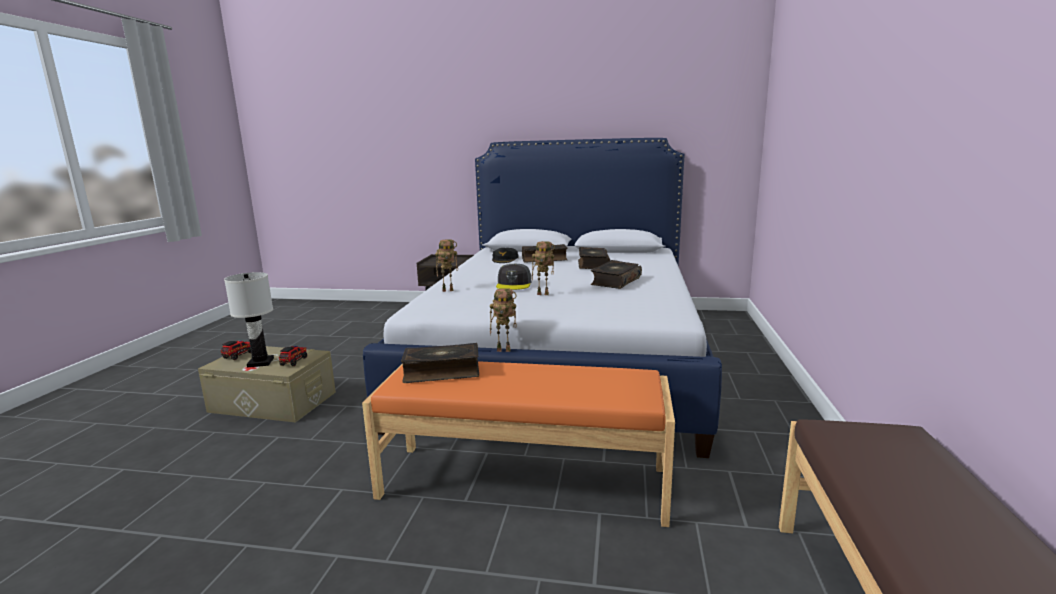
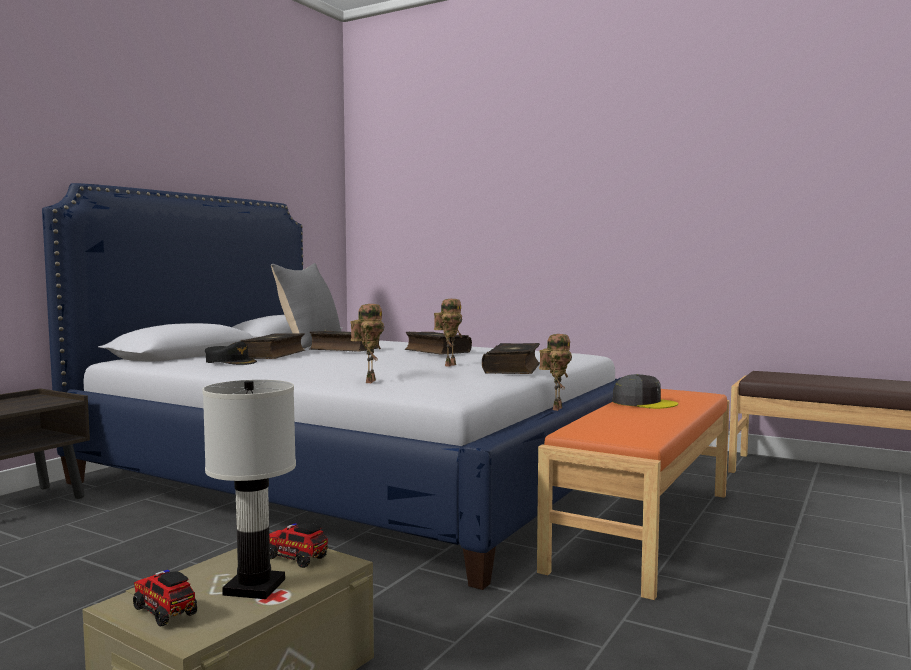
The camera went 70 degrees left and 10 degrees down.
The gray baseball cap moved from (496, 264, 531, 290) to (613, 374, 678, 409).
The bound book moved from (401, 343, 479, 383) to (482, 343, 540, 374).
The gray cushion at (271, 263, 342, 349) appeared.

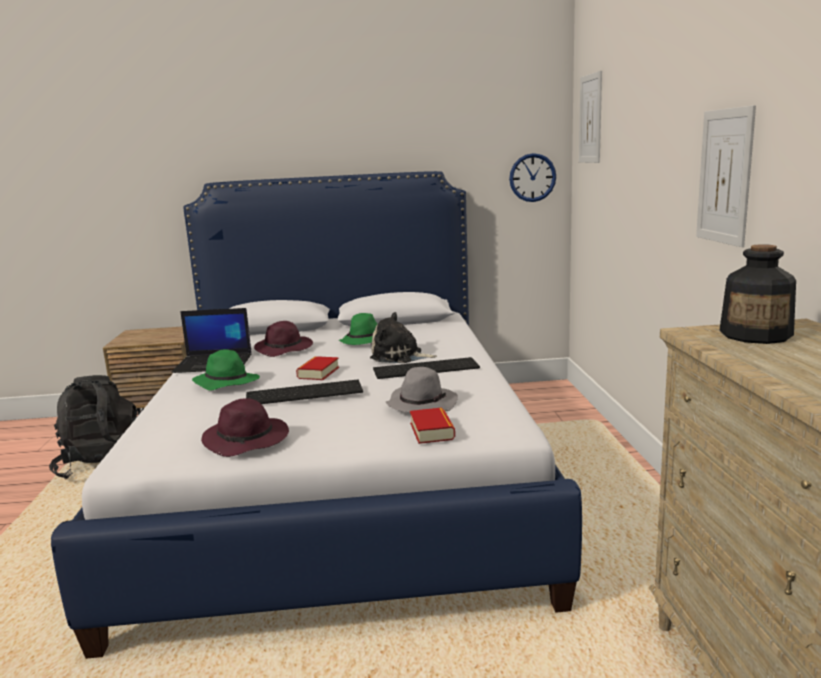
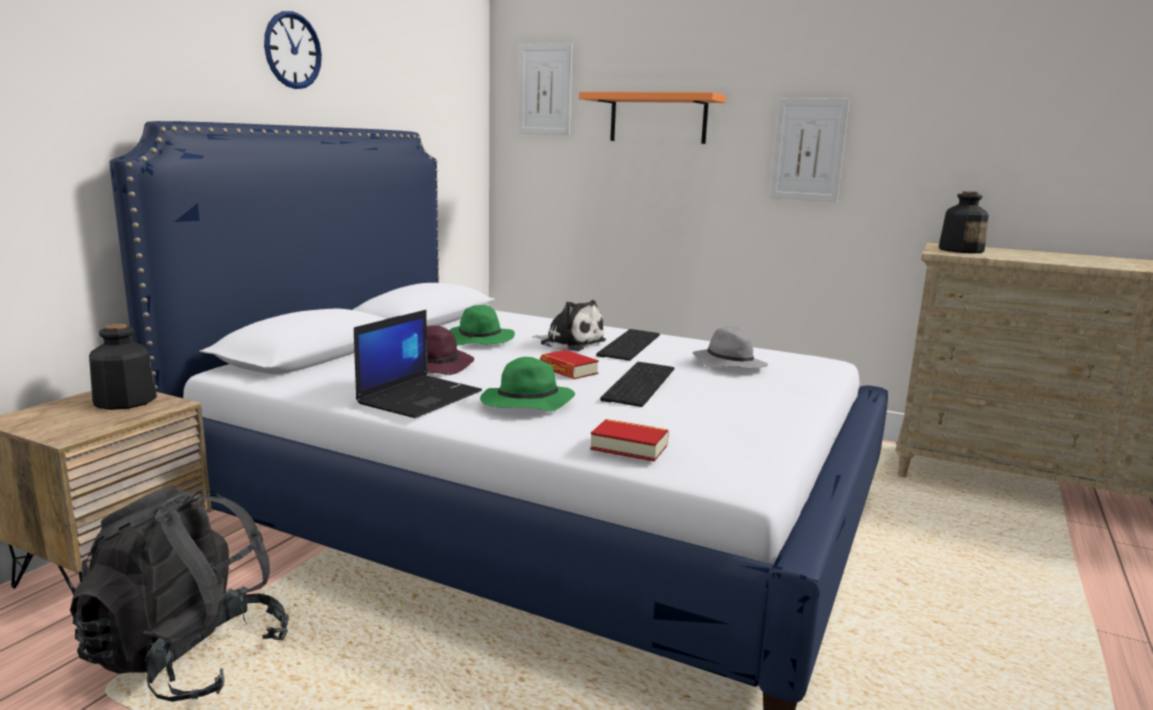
The camera went 60 degrees left and 0 degrees up.
The wall clock moved from (509, 153, 556, 202) to (264, 11, 322, 89).
The plush toy at (370, 312, 437, 363) turned 105 degrees counterclockwise.
The purple-coloured wearable hat at (201, 398, 289, 457) disappeared.
The bound book moved from (410, 408, 455, 444) to (590, 419, 669, 462).
The orangey shelf at (579, 92, 726, 144) appeared.
The drink bottle at (89, 324, 157, 410) appeared.

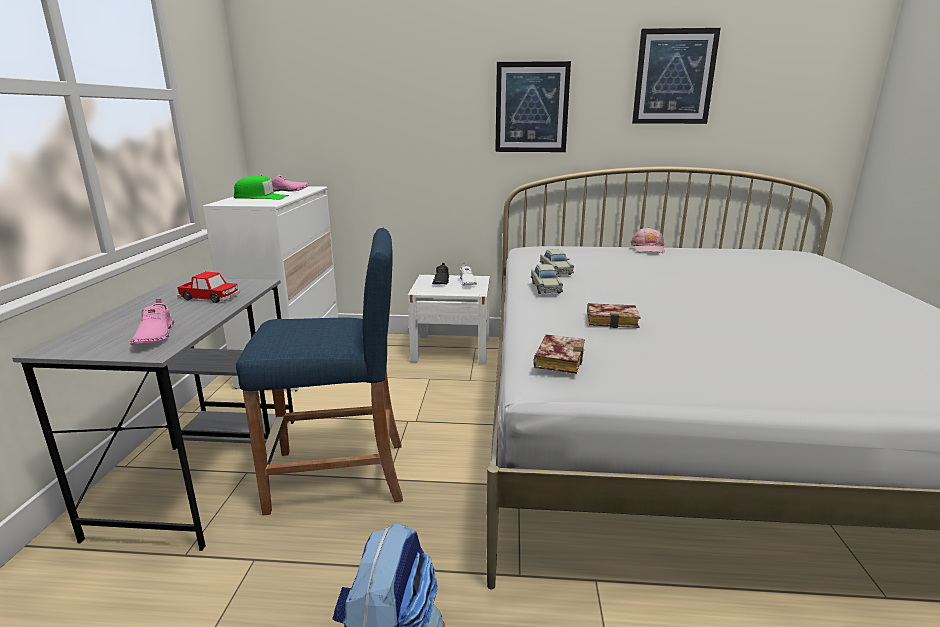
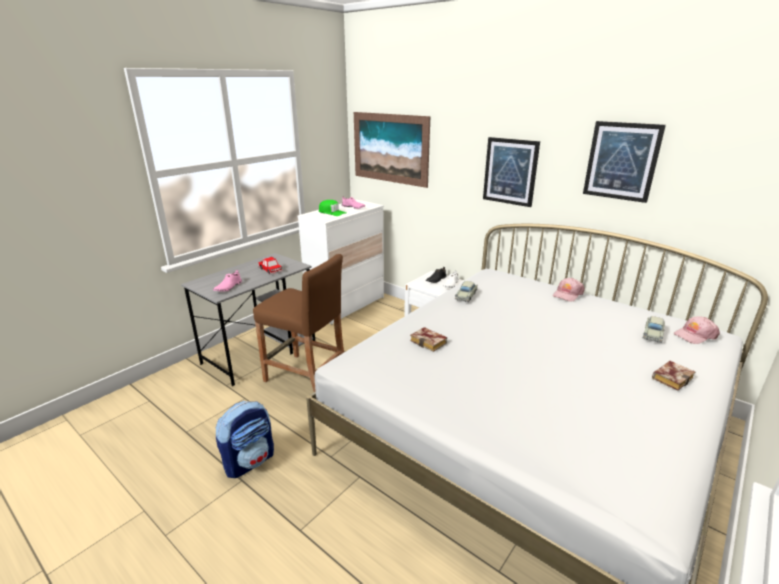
The camera went 35 degrees right and 5 degrees up.
The blue-coloured stool at (236, 228, 403, 515) became the brown-coloured stool at (253, 254, 344, 392).
The beige toy car moved from (531, 264, 563, 294) to (642, 316, 665, 343).
The bound book moved from (533, 334, 585, 374) to (652, 361, 695, 391).
The wall art at (354, 112, 430, 188) appeared.
The pinkish baseball cap at (674, 316, 720, 344) appeared.

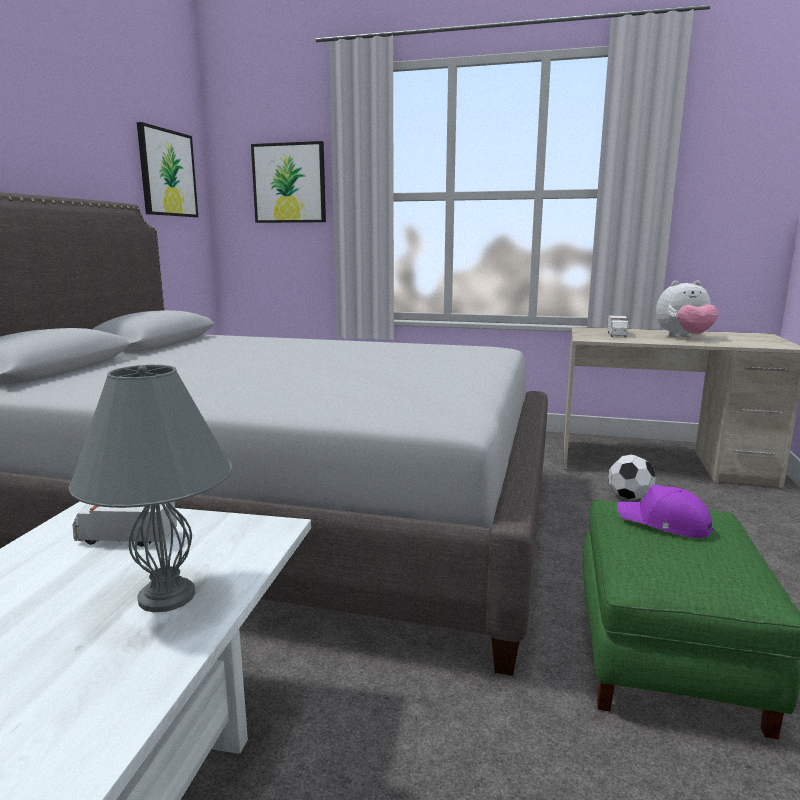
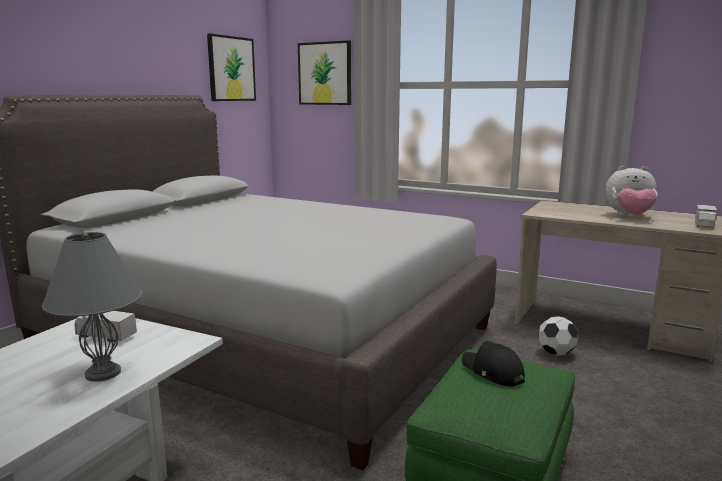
The camera went 15 degrees right and 0 degrees up.
The toy truck moved from (607, 315, 629, 337) to (695, 204, 717, 229).
The purple-coloured baseball cap at (617, 485, 714, 538) became the blackish baseball cap at (462, 341, 525, 386).

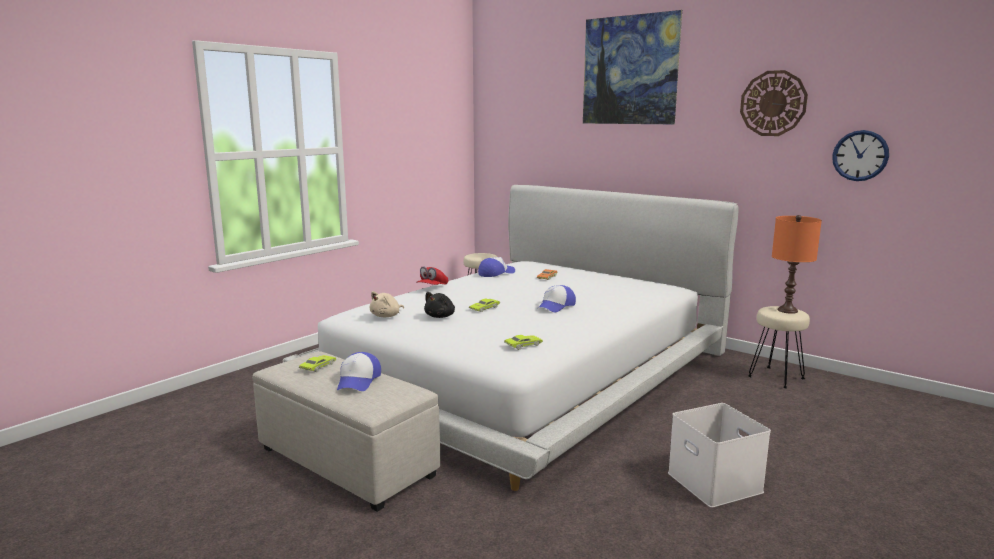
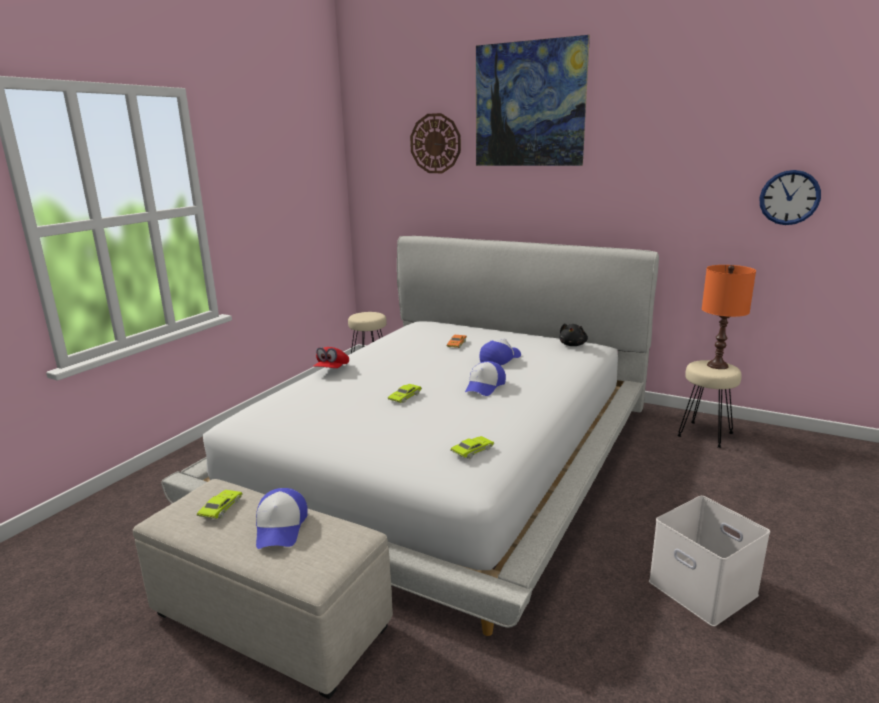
The camera went 10 degrees left and 5 degrees up.
The wall clock moved from (740, 70, 808, 136) to (410, 113, 461, 173).
The baseball cap moved from (478, 257, 515, 277) to (479, 339, 521, 366).
The beige plush toy at (370, 291, 404, 317) disappeared.
The blackish plush toy moved from (424, 292, 455, 318) to (559, 323, 588, 346).

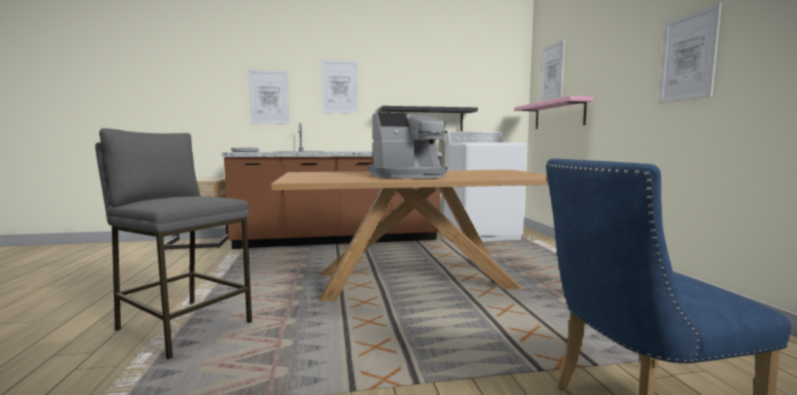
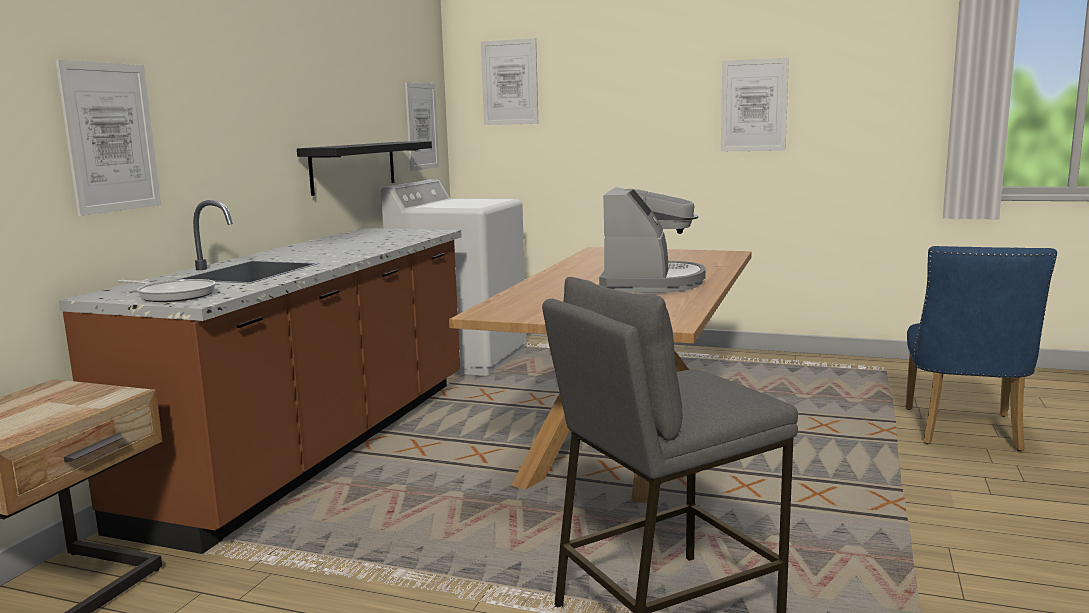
The camera went 60 degrees left and 5 degrees up.
The wall art moved from (321, 60, 359, 114) to (405, 82, 439, 171).
The pinkish shelf at (514, 96, 594, 129) disappeared.

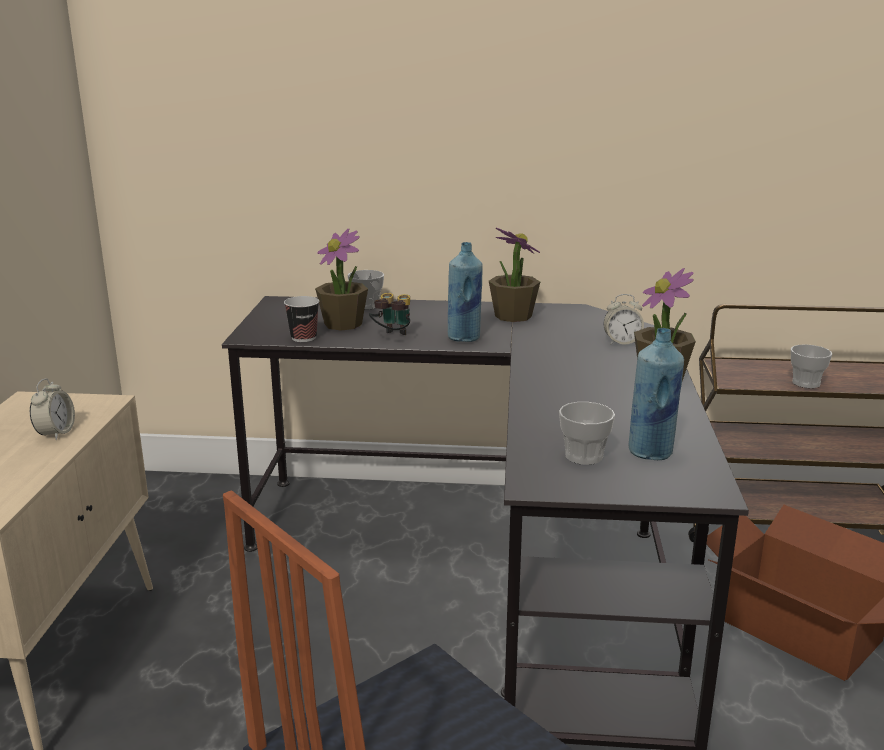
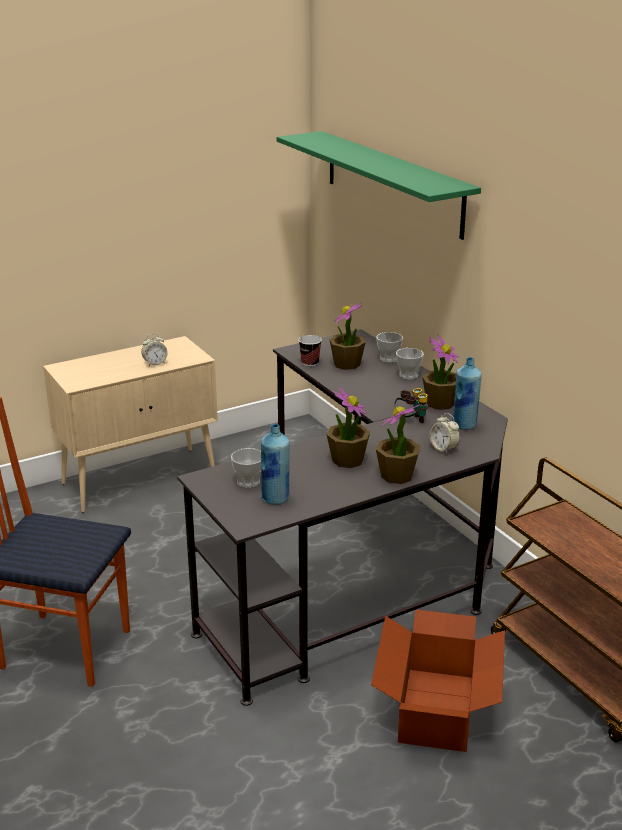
The camera went 55 degrees right and 5 degrees up.
The blue-coloured drink bottle moved from (448, 242, 483, 342) to (452, 357, 482, 430).
The binoculars moved from (369, 293, 410, 335) to (394, 388, 428, 423).
The small cup moved from (791, 344, 832, 388) to (396, 348, 424, 380).
The green-coloured shelf at (277, 131, 481, 240) appeared.
The potted plant at (327, 386, 370, 468) appeared.

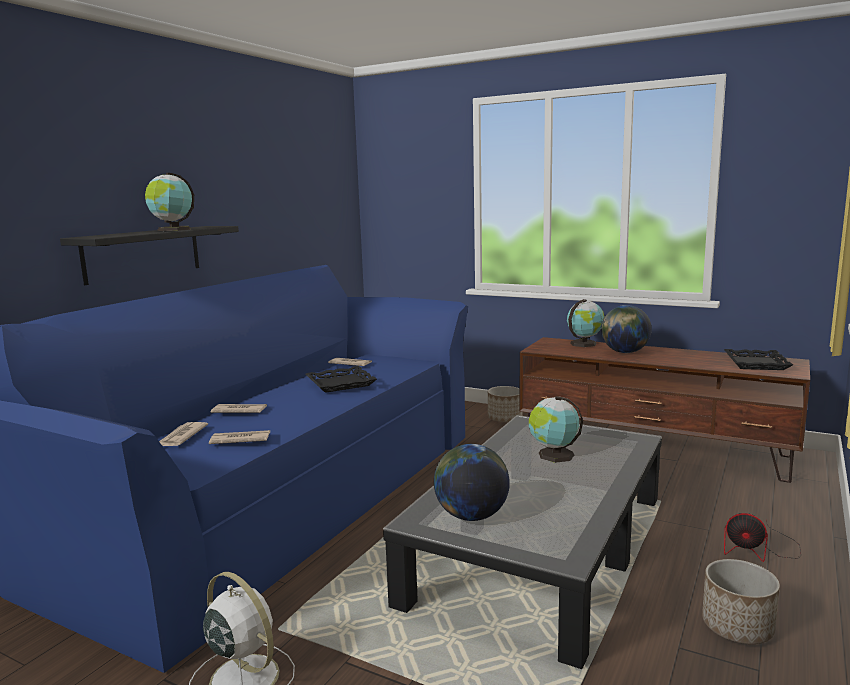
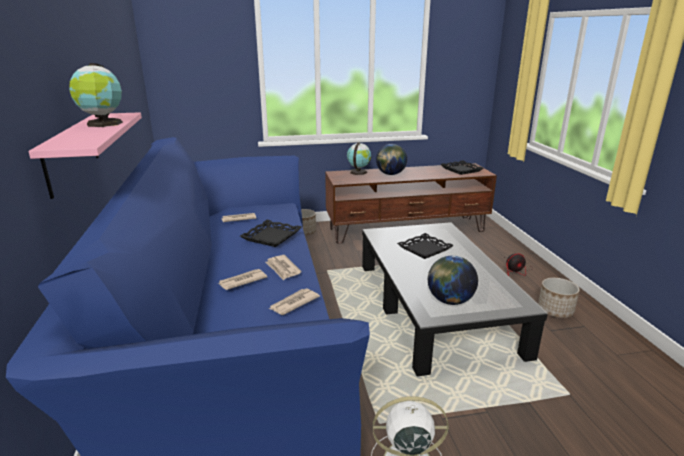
The camera went 40 degrees left and 10 degrees up.
The blackish shelf at (60, 226, 239, 285) became the pinkish shelf at (28, 112, 142, 199).
The globe at (529, 396, 583, 463) was replaced by the blackish tray at (397, 233, 454, 259).
The daily paper moved from (159, 422, 208, 446) to (265, 255, 302, 280).

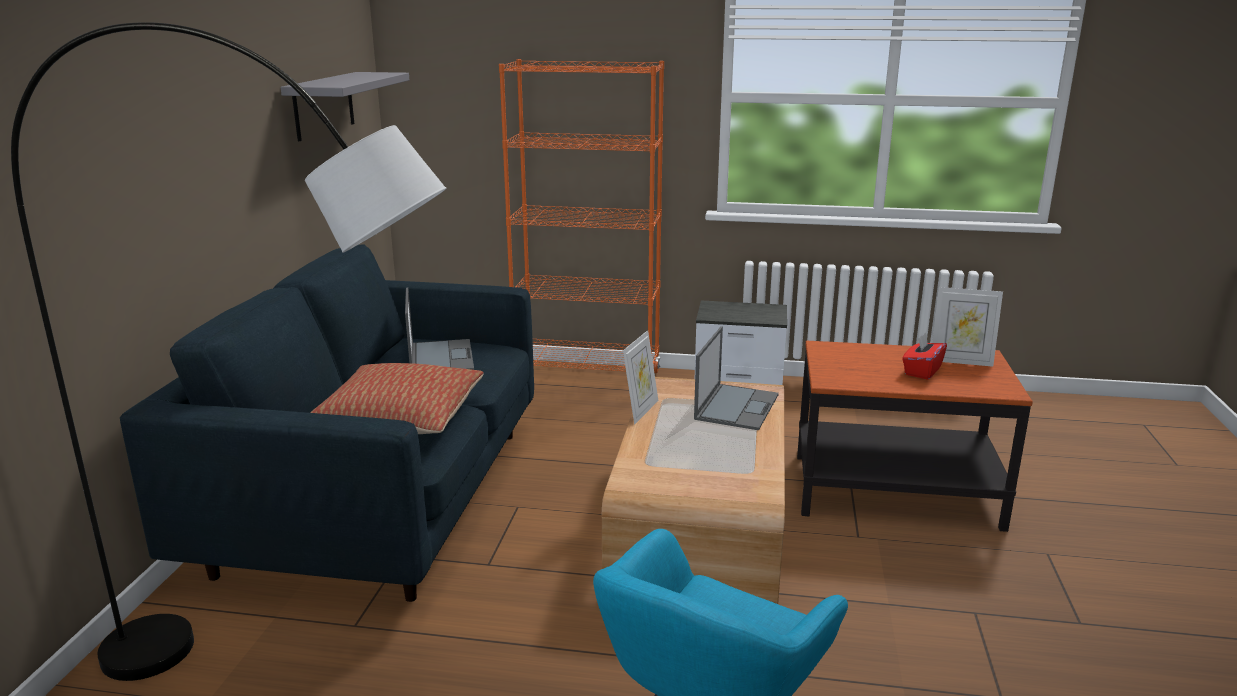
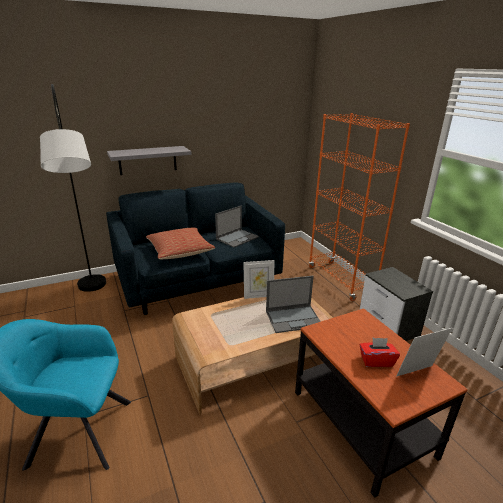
The camera went 55 degrees right and 5 degrees up.
The gray shelf moved from (281, 72, 409, 141) to (107, 146, 192, 175).
The photo frame at (932, 287, 1003, 367) turned 90 degrees clockwise.

